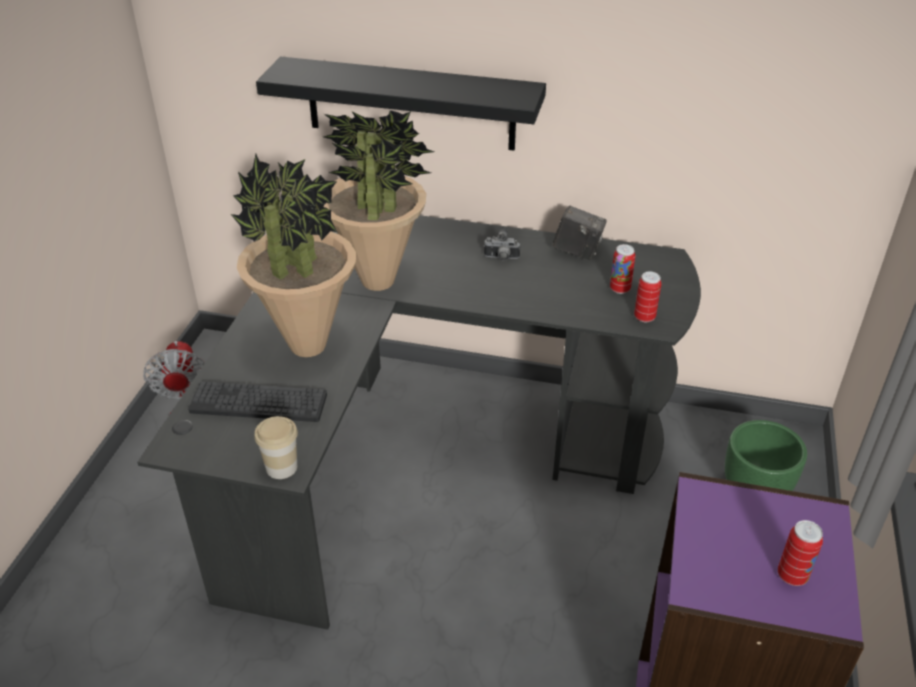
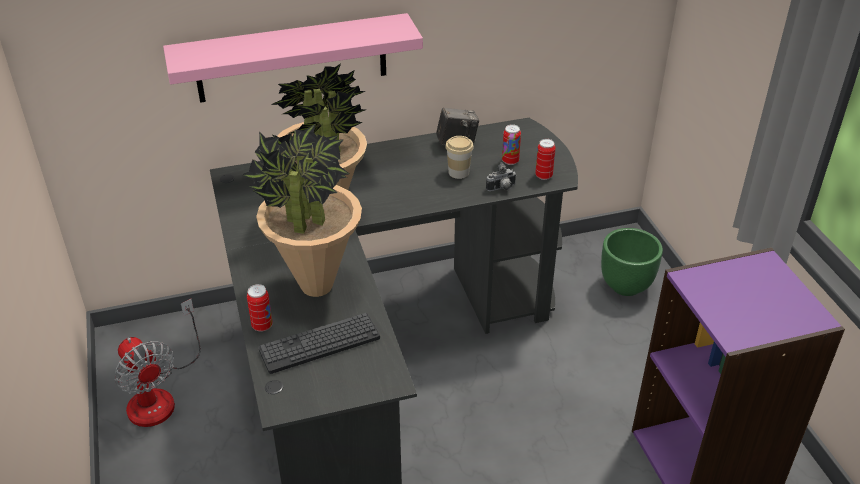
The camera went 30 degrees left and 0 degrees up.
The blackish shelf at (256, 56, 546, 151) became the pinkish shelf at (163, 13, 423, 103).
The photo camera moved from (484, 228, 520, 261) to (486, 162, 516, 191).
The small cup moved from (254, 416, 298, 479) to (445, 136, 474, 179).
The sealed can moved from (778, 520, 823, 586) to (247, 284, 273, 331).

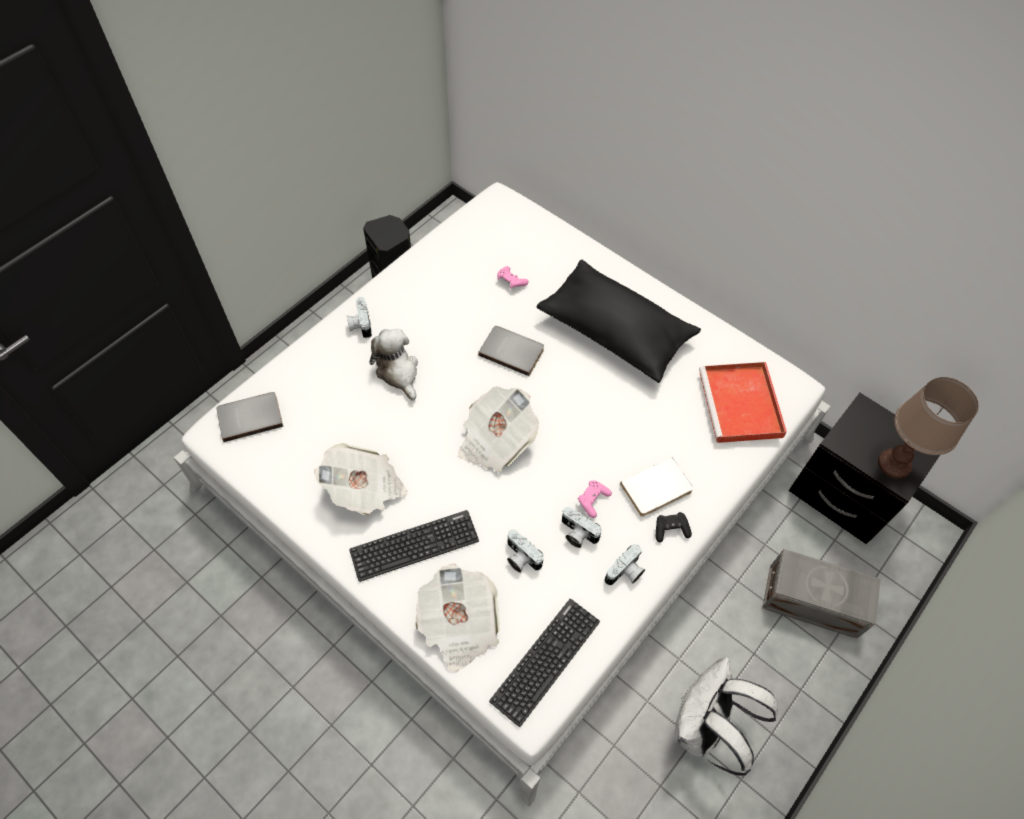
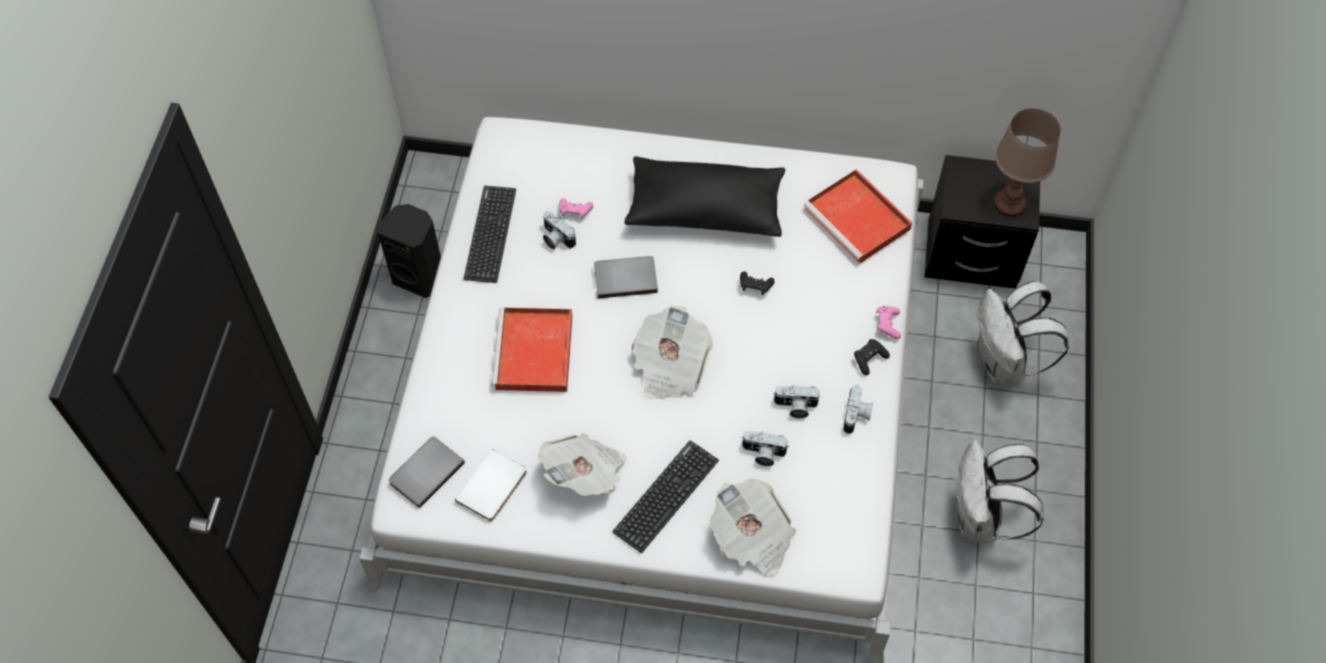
The camera went 30 degrees left and 0 degrees up.
The photo camera moved from (347, 297, 372, 338) to (543, 211, 576, 249).
The plush toy at (369, 329, 418, 401) was replaced by the red-coloured tray at (492, 307, 572, 392).
The whitish bound book moved from (620, 457, 693, 517) to (455, 449, 527, 522).
The pinkish game controller moved from (578, 480, 612, 518) to (876, 306, 901, 339).
The gray storage container at (762, 549, 881, 639) was replaced by the whitish knapsack at (978, 281, 1069, 384).
The keyboard moved from (489, 599, 600, 727) to (464, 186, 516, 283).
The blackish game controller at (740, 271, 775, 295) appeared.

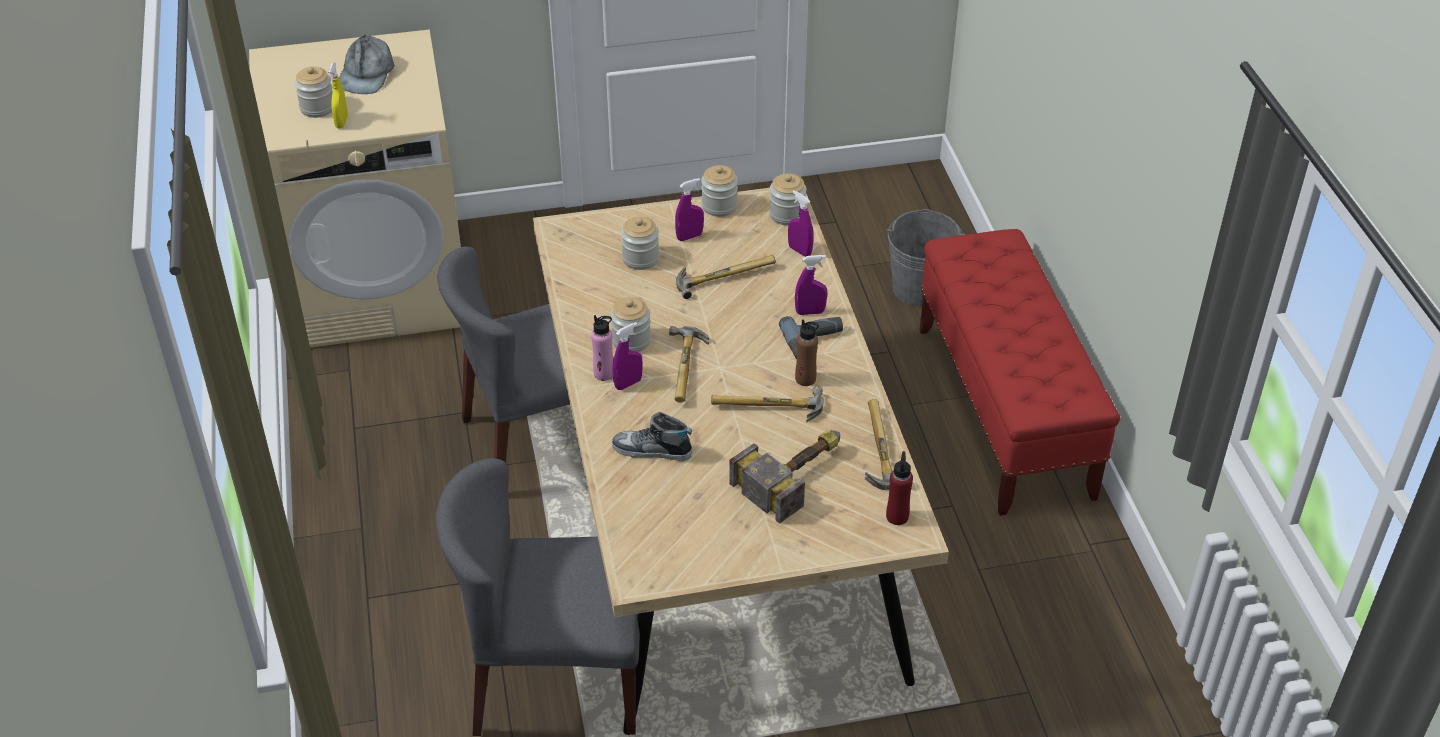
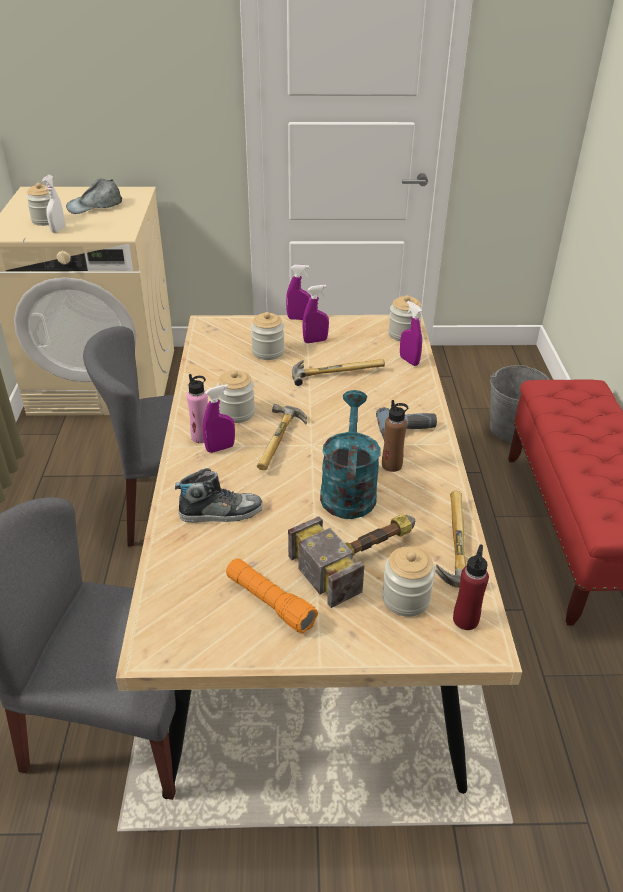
The camera went 10 degrees right and 5 degrees down.
The gray baseball cap at (339, 35, 394, 94) turned 45 degrees clockwise.
The yellow-coloured hand sprayer at (328, 63, 348, 128) became the whitish hand sprayer at (42, 175, 65, 233).
The preserve jar moved from (701, 165, 738, 217) to (382, 546, 435, 617).
The purple-coloured hand sprayer moved from (795, 255, 827, 315) to (286, 265, 311, 320).
The hammer at (711, 386, 824, 422) was replaced by the blue-green sprinkling can at (320, 390, 380, 519).
The item of footwear at (612, 412, 692, 461) turned 150 degrees clockwise.
The orangey flashlight at (226, 558, 318, 634) appeared.

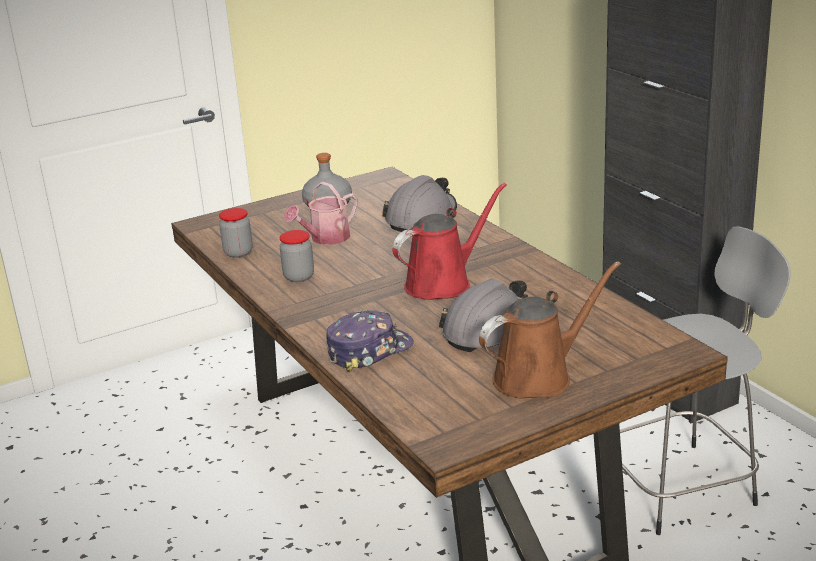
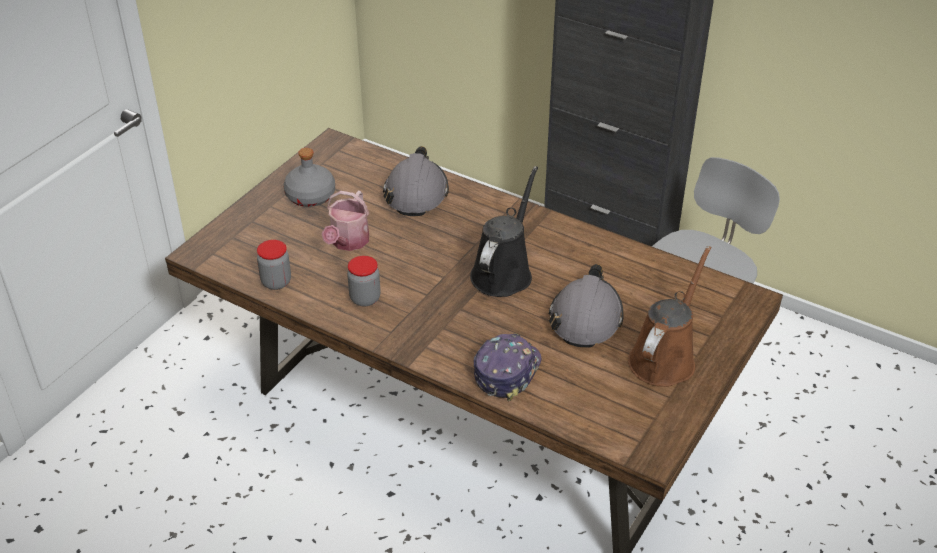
The camera went 30 degrees left and 15 degrees up.
The red-coloured sprinkling can at (392, 183, 507, 300) became the blackish sprinkling can at (470, 166, 538, 297).

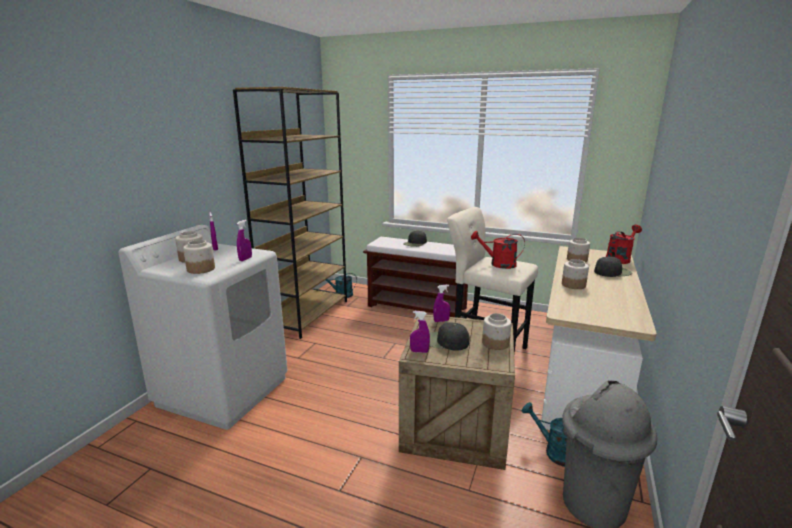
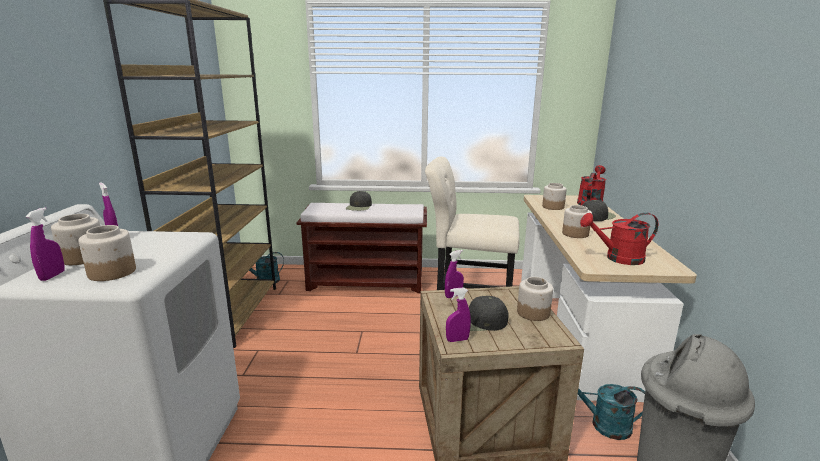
The camera went 20 degrees left and 0 degrees up.
The purple-coloured hand sprayer moved from (237, 220, 252, 261) to (26, 207, 64, 281).
The red-coloured sprinkling can moved from (471, 231, 525, 269) to (580, 213, 658, 265).

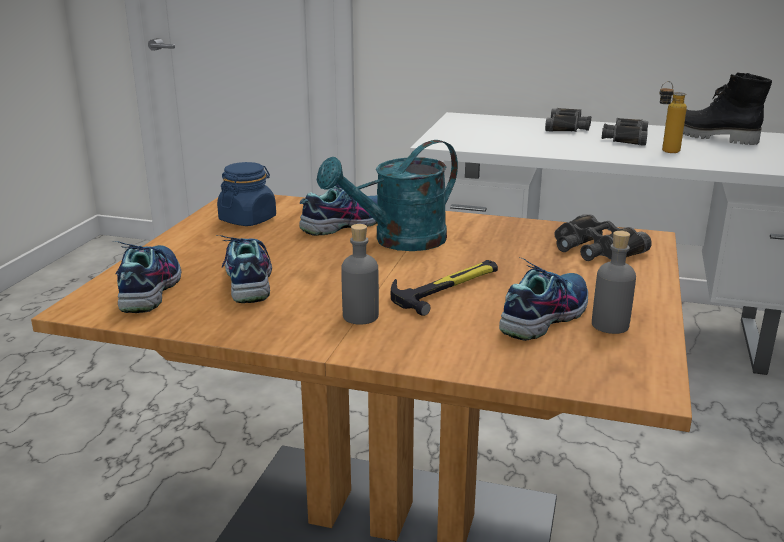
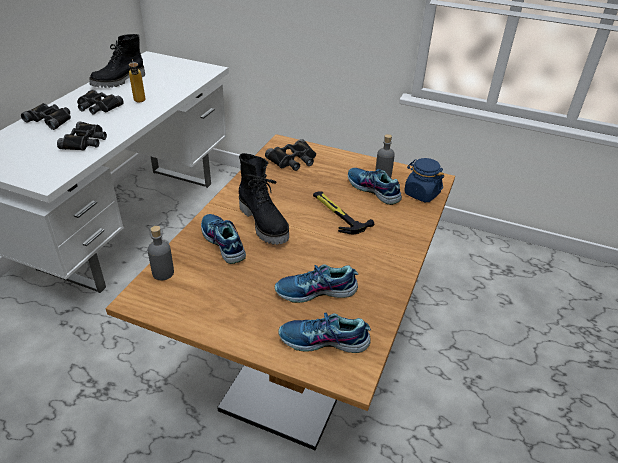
The camera went 85 degrees left and 15 degrees up.
The blue-green sprinkling can at (317, 140, 458, 251) was replaced by the blackish tall boot at (239, 153, 289, 245).
The blue-coloured preserve jar moved from (217, 162, 276, 226) to (404, 158, 444, 202).
The gray drink bottle moved from (341, 224, 379, 325) to (148, 226, 174, 280).
The blackish binoculars at (57, 122, 107, 151) appeared.

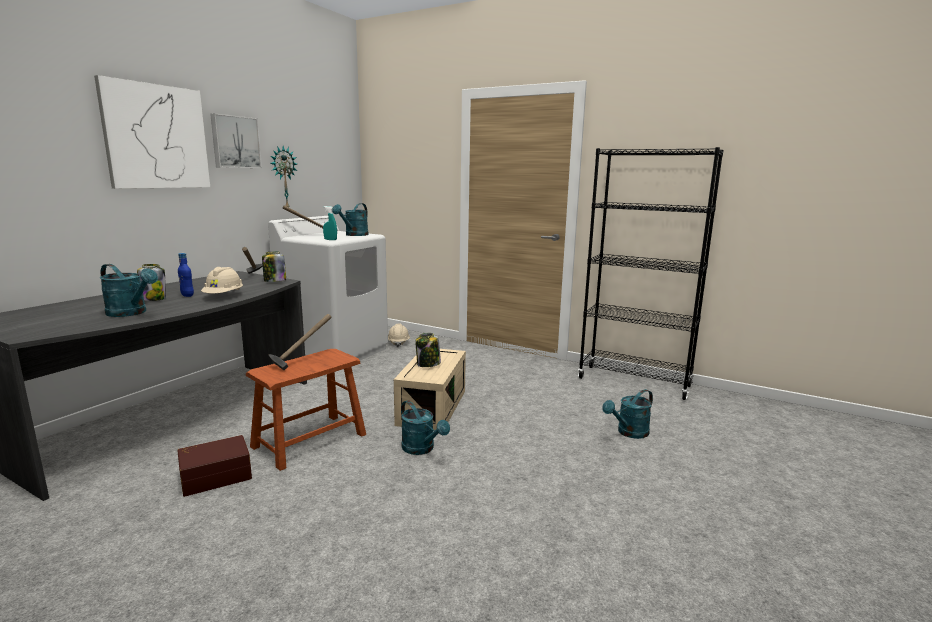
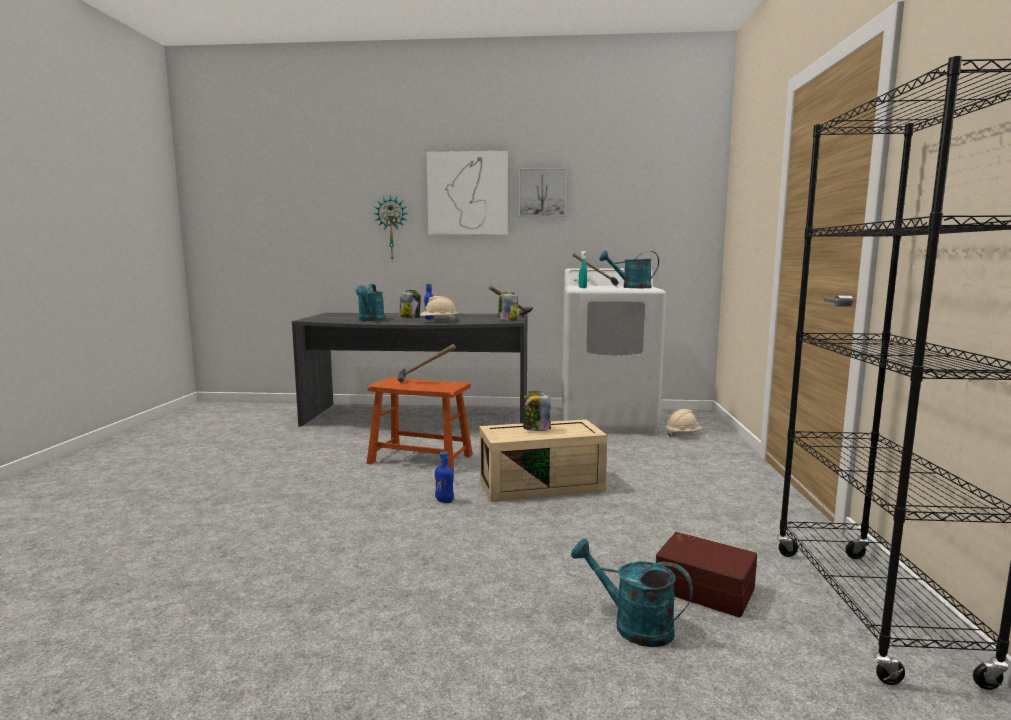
The camera went 65 degrees right and 5 degrees down.
The wall clock moved from (271, 146, 297, 207) to (373, 195, 408, 260).
The blue-green sprinkling can at (401, 400, 450, 455) was replaced by the blue-coloured drink bottle at (435, 451, 454, 503).
The brown-coloured storage container moved from (177, 435, 252, 497) to (656, 532, 757, 618).

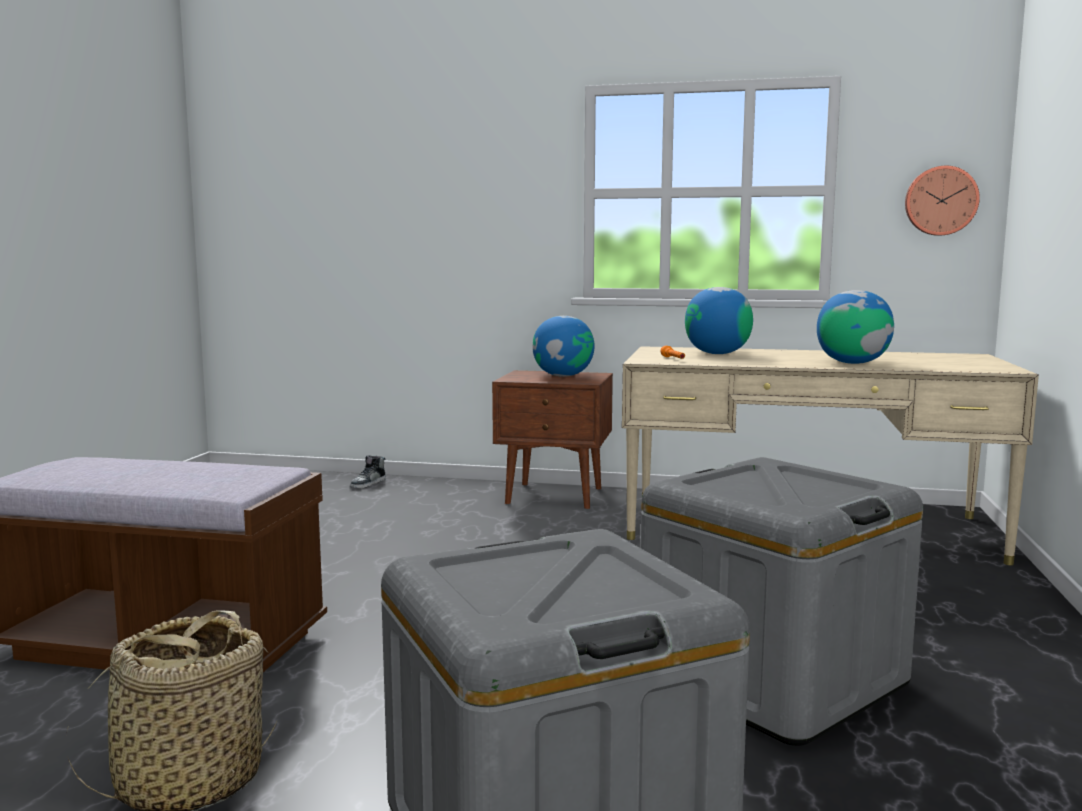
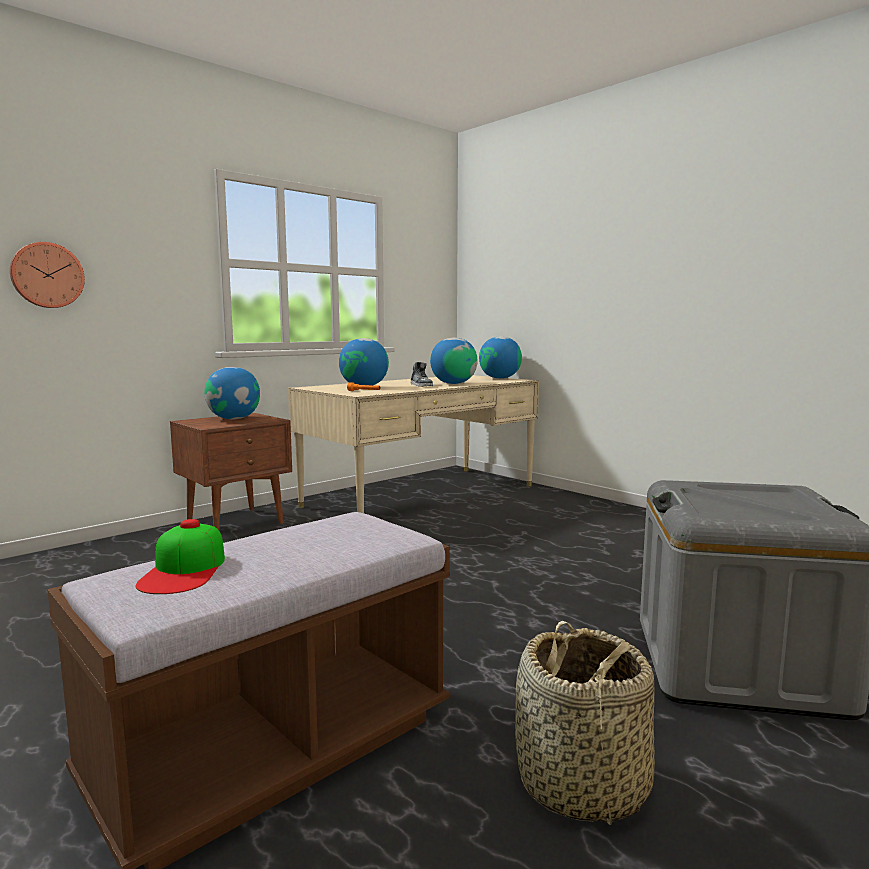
The camera went 55 degrees left and 0 degrees up.
The wall clock moved from (905, 166, 980, 236) to (10, 242, 85, 308).
The item of footwear moved from (351, 455, 386, 488) to (411, 362, 433, 387).
The gray storage container at (641, 457, 923, 746) disappeared.
The globe at (479, 336, 522, 379) appeared.
The baseball cap at (135, 519, 225, 594) appeared.

